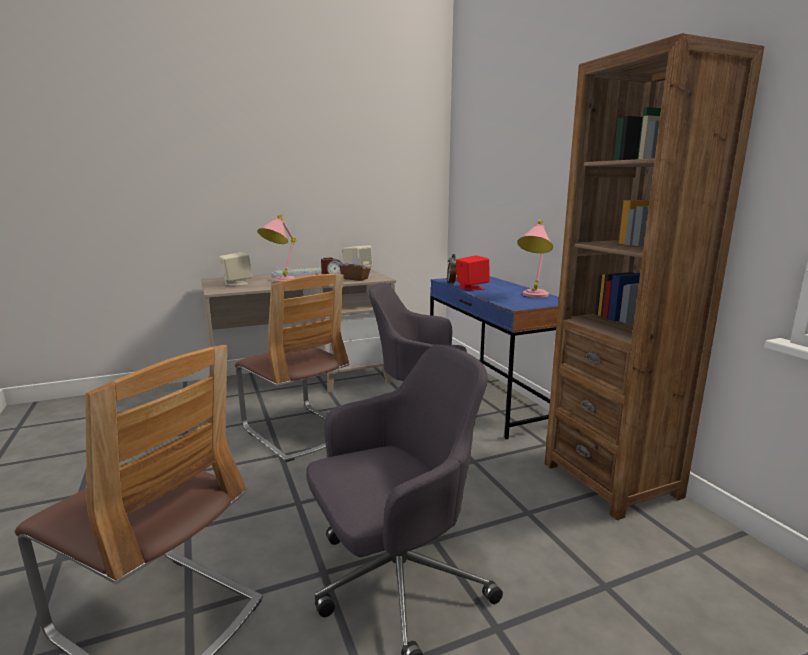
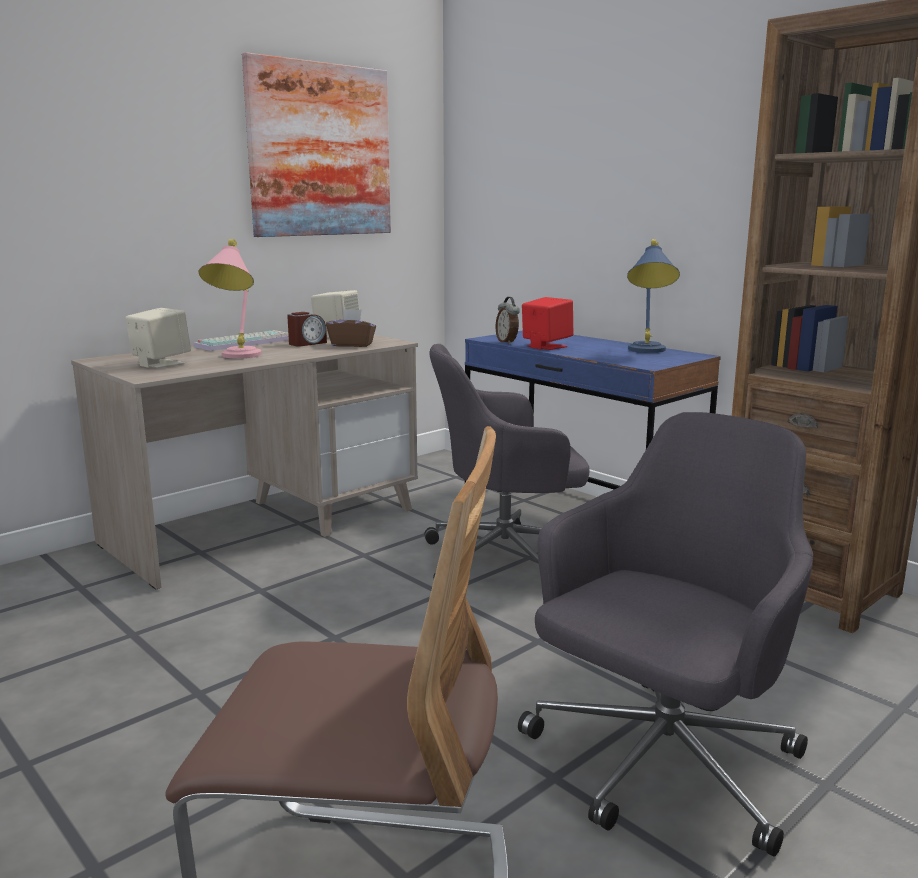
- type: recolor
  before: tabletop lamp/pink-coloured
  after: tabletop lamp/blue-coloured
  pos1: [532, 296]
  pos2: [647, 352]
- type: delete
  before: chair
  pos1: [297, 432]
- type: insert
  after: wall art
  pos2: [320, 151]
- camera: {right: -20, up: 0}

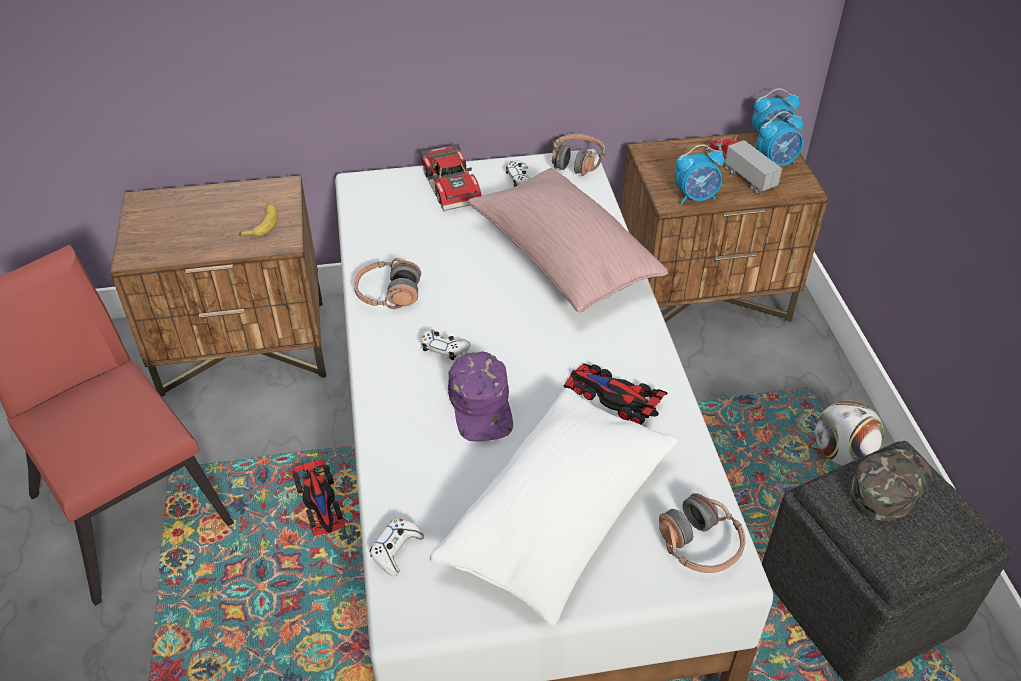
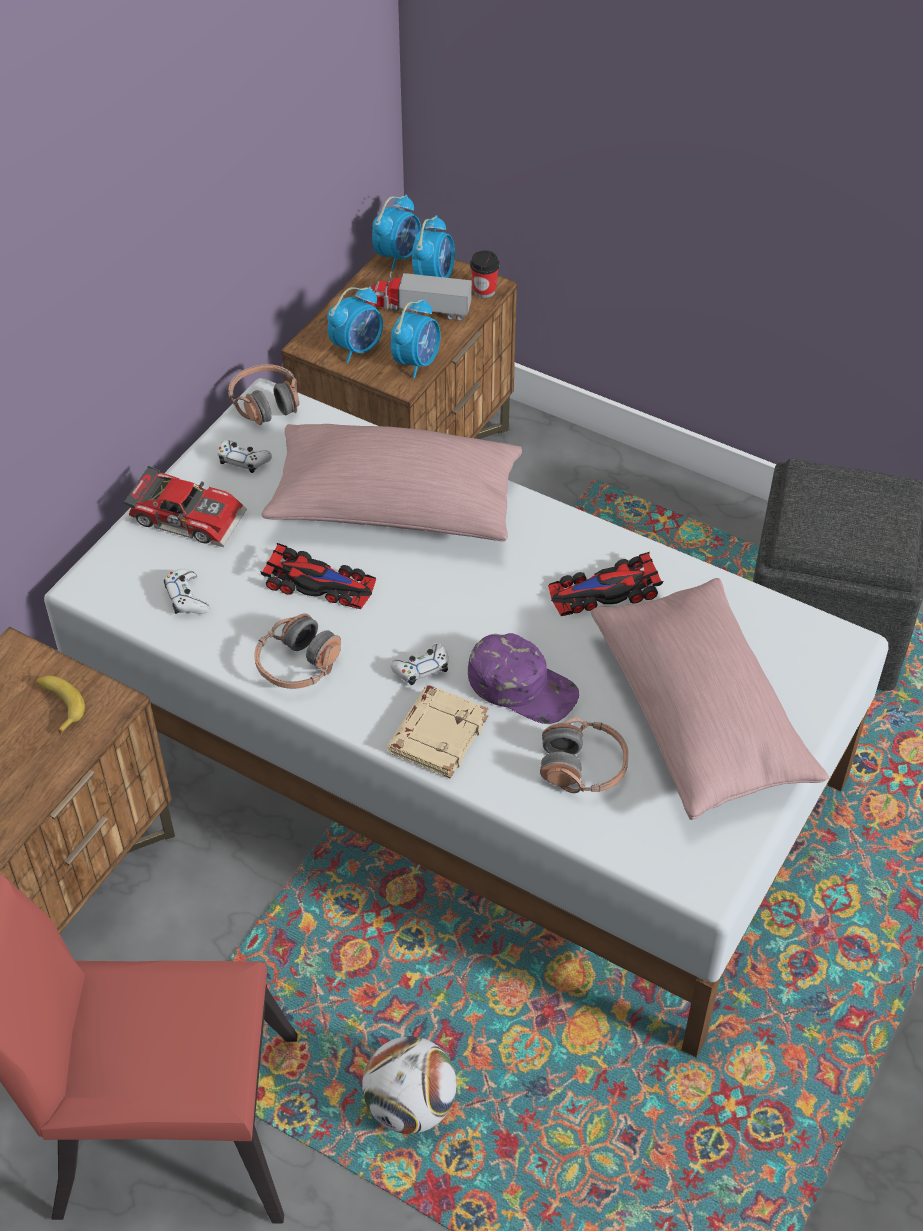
- type: recolor
  before: throw pillow/whitish
  after: throw pillow/pink-coloured
  pos1: [558, 518]
  pos2: [700, 716]
- type: move
  before: ball for football
  pos1: [841, 454]
  pos2: [411, 1105]
- type: delete
  before: peaked cap/greenish
  pos1: [888, 485]
- type: move
  before: toy car
  pos1: [320, 501]
  pos2: [320, 583]
- type: move
  before: pair of headphones
  pos1: [700, 545]
  pos2: [583, 767]
- type: move
  before: joypad/whitish
  pos1: [396, 550]
  pos2: [186, 598]
- type: insert
  after: drinking cup
  pos2: [484, 291]
- type: insert
  after: table clock
  pos2: [357, 348]
- type: insert
  after: book/beige
  pos2: [437, 734]
- camera: {right: -50, up: 5}

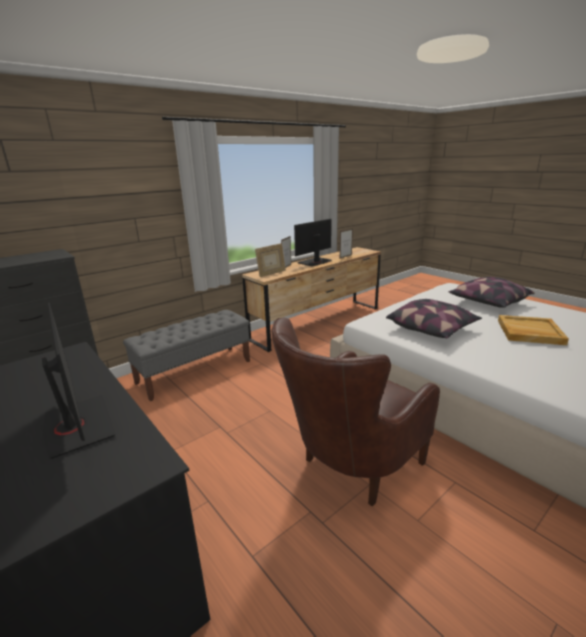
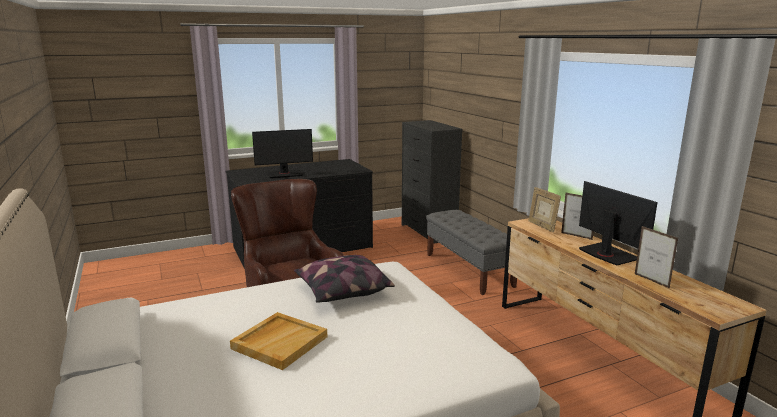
- type: delete
  before: throw pillow
  pos1: [488, 303]
- camera: {right: 105, up: -5}

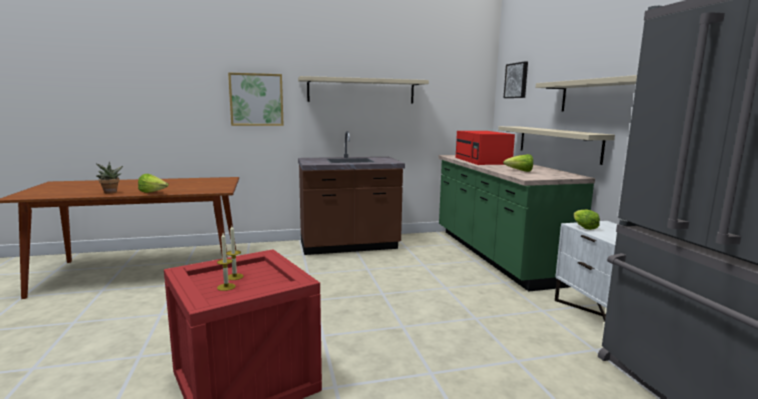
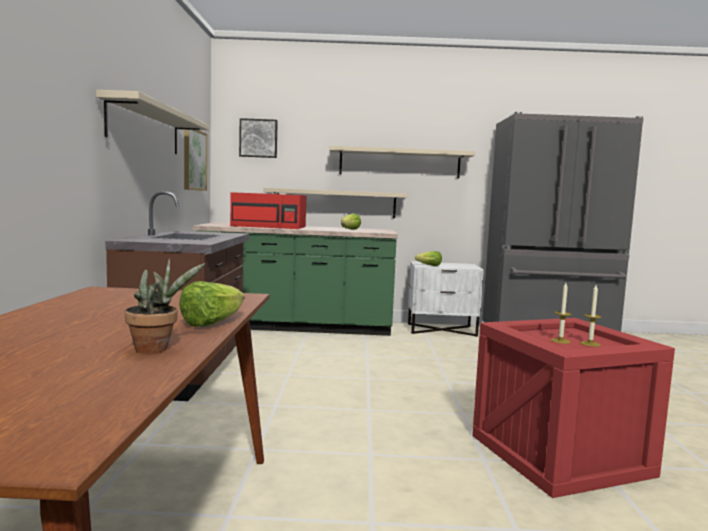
- type: move
  before: wall art
  pos1: [256, 99]
  pos2: [194, 160]
- camera: {right: -75, up: -5}

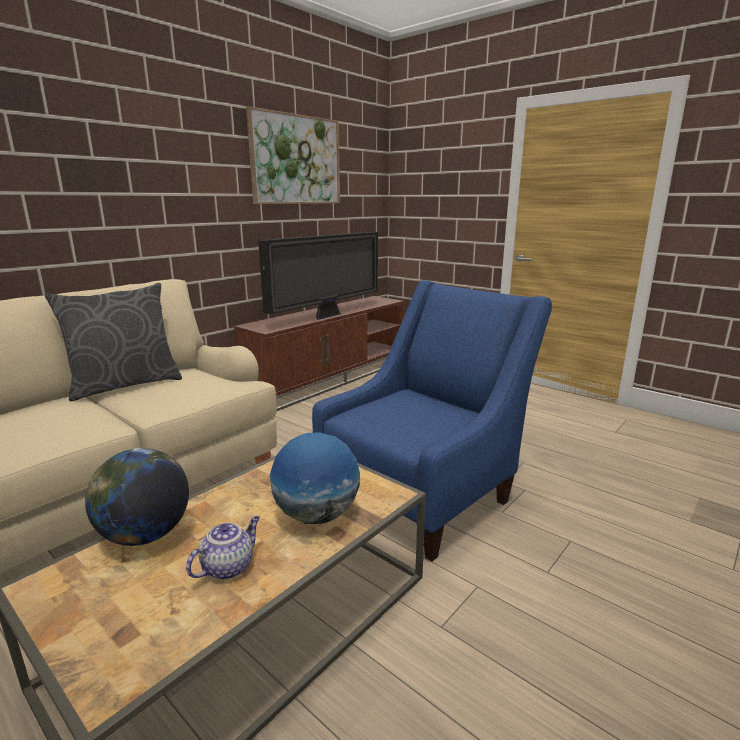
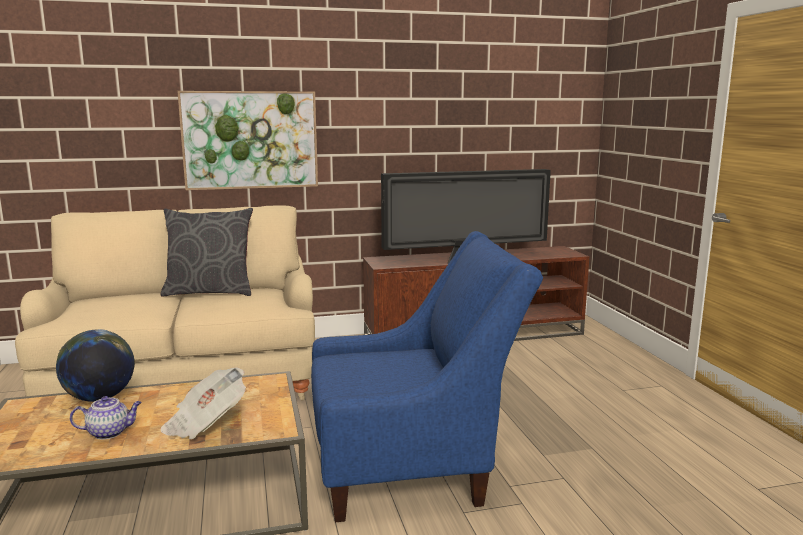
- type: move
  before: wall art
  pos1: [296, 160]
  pos2: [250, 140]
- type: replace
  before: world globe
  after: printed paper
  pos1: [317, 515]
  pos2: [205, 423]
- camera: {right: 35, up: -5}

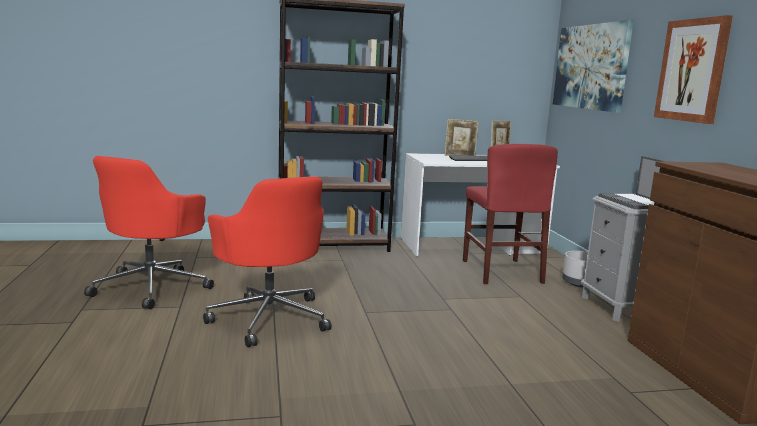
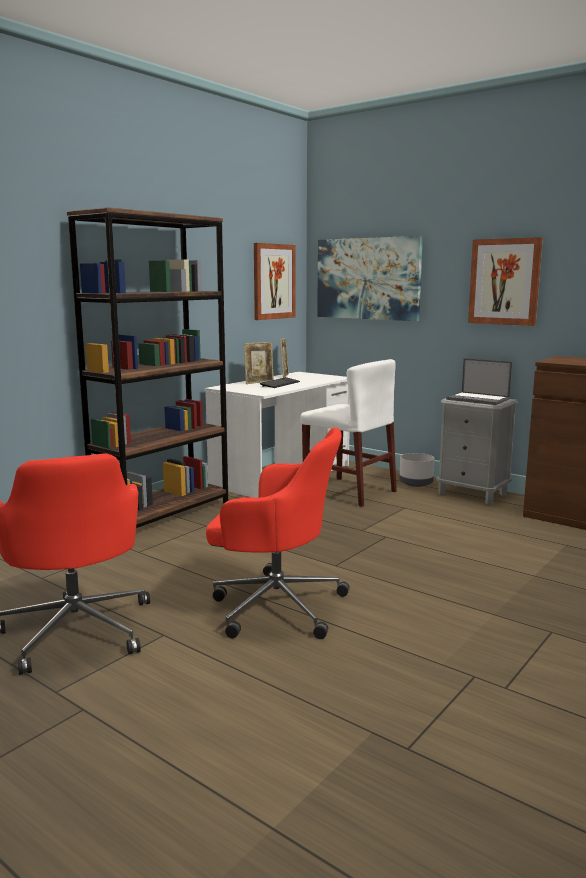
- type: recolor
  before: chair/red
  after: chair/whitish
  pos1: [501, 271]
  pos2: [349, 491]
- type: insert
  after: wall art
  pos2: [273, 281]
- camera: {right: -40, up: 0}

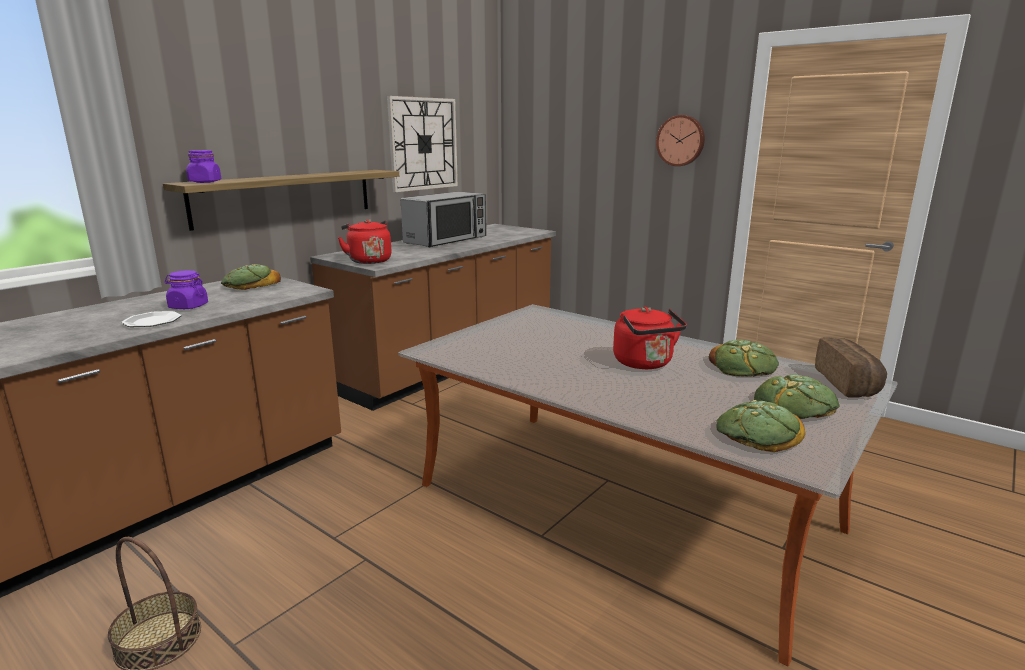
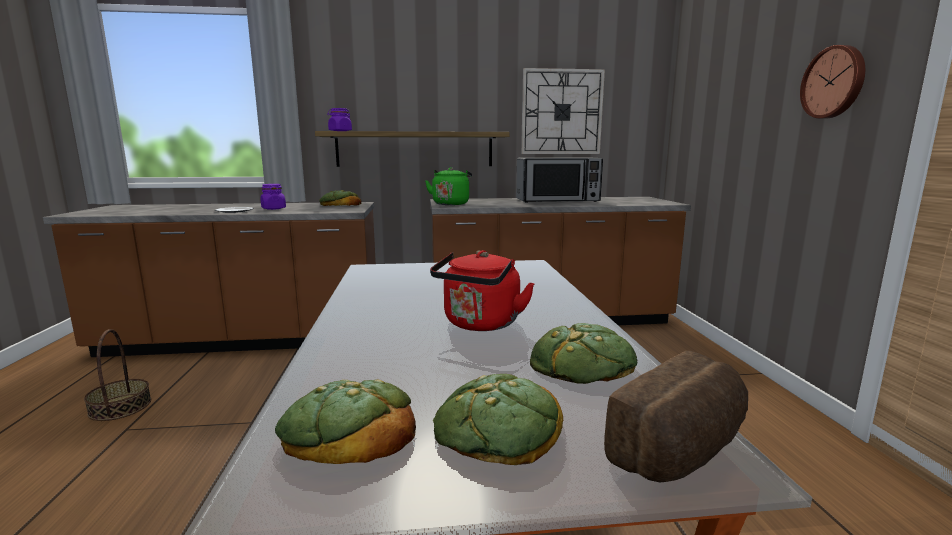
- type: recolor
  before: water kettle/red
  after: water kettle/greenish
  pos1: [368, 260]
  pos2: [451, 203]
- camera: {right: 45, up: -5}

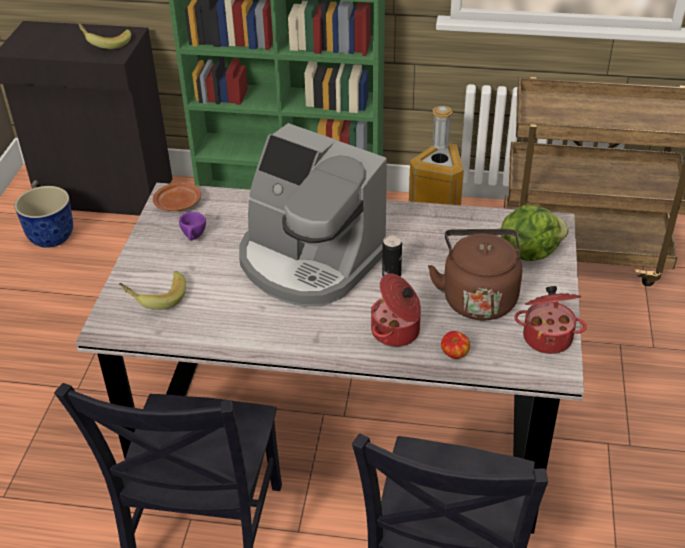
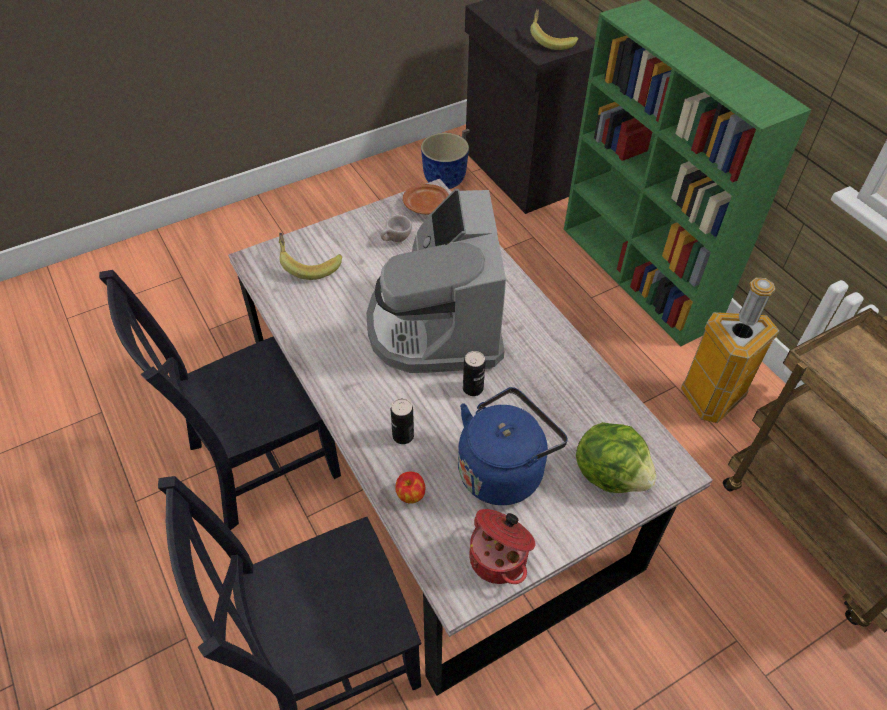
- type: recolor
  before: drinking cup/purplish
  after: drinking cup/beige
  pos1: [194, 238]
  pos2: [396, 240]
- type: recolor
  before: water kettle/brown
  after: water kettle/blue-coloured
  pos1: [478, 297]
  pos2: [503, 469]
- type: replace
  before: stockpot
  after: can
  pos1: [396, 332]
  pos2: [403, 436]
- camera: {right: 50, up: 10}

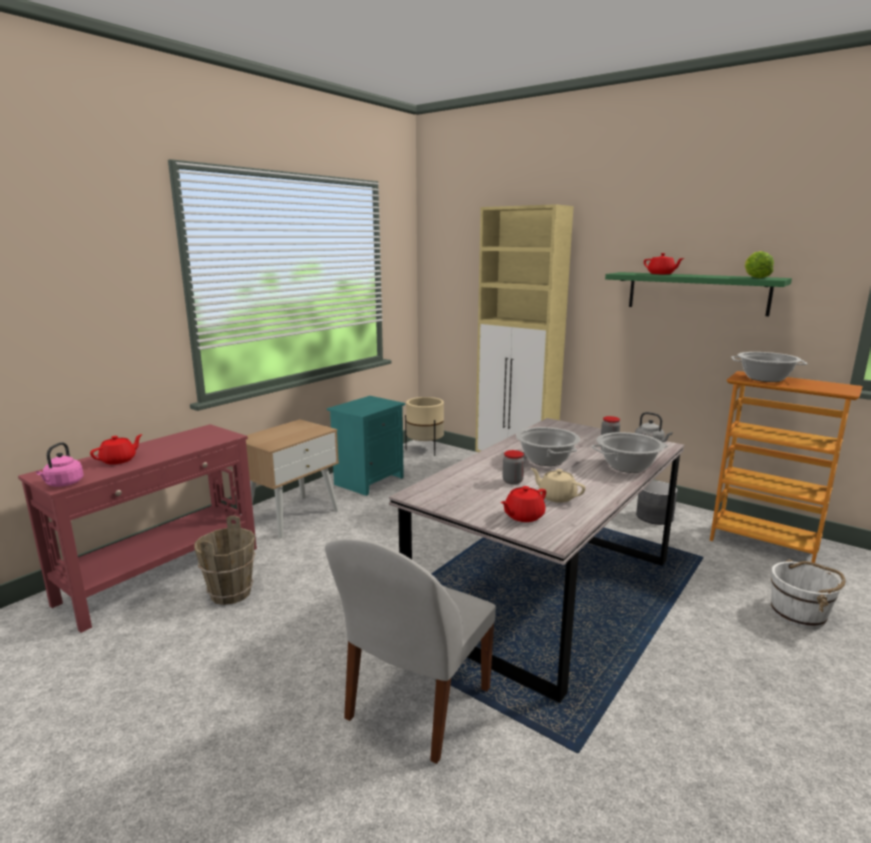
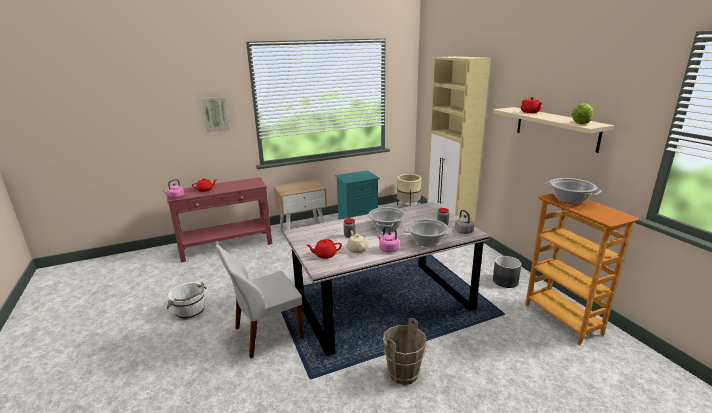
- type: recolor
  before: bracket shelf/greenish
  after: bracket shelf/beige
  pos1: [696, 293]
  pos2: [556, 128]
- type: move
  before: water bucket/brown
  pos1: [231, 593]
  pos2: [404, 374]
- type: move
  before: water bucket/whitish
  pos1: [799, 614]
  pos2: [190, 311]
- type: insert
  after: wall art
  pos2: [215, 114]
- type: insert
  after: water kettle/pink-coloured
  pos2: [388, 249]
- camera: {right: 30, up: 5}

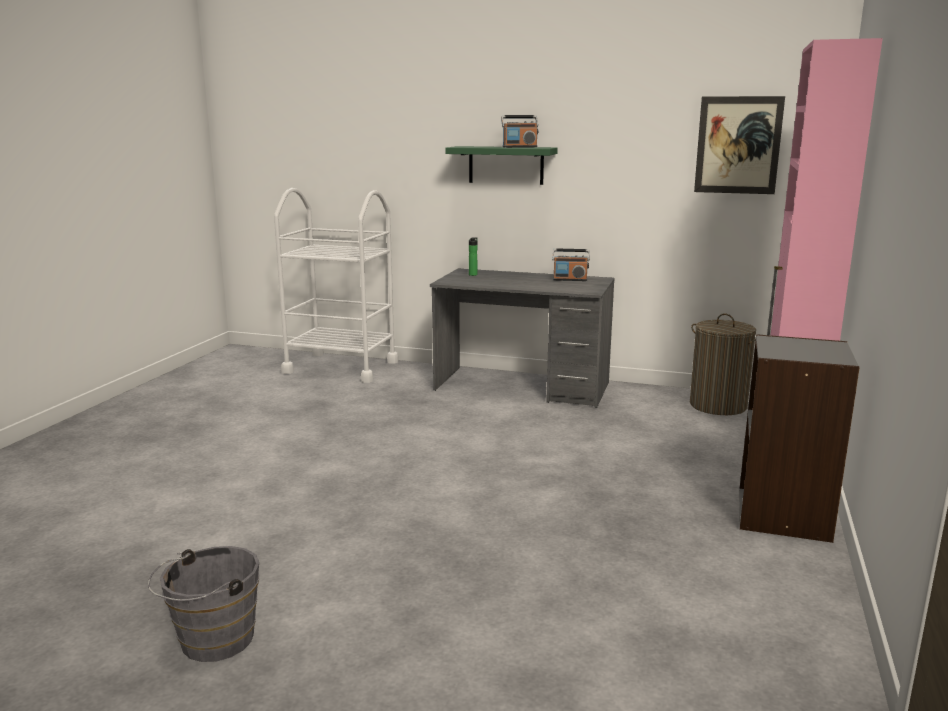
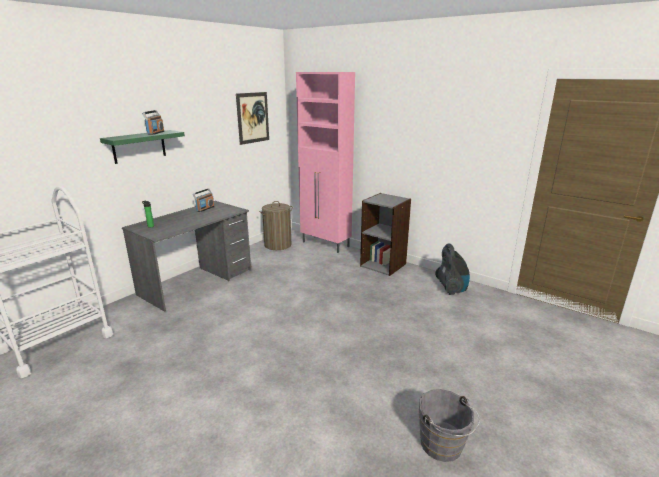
- type: insert
  after: vacuum cleaner
  pos2: [451, 288]
- camera: {right: -70, up: 5}

